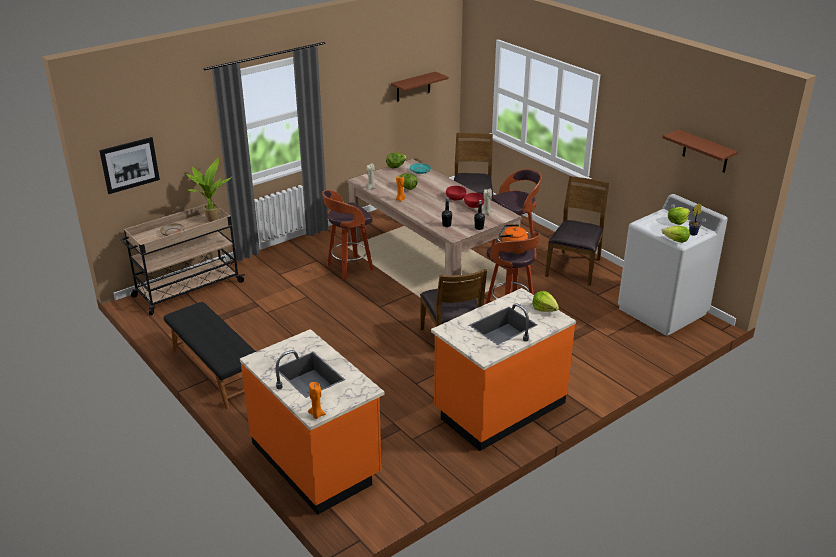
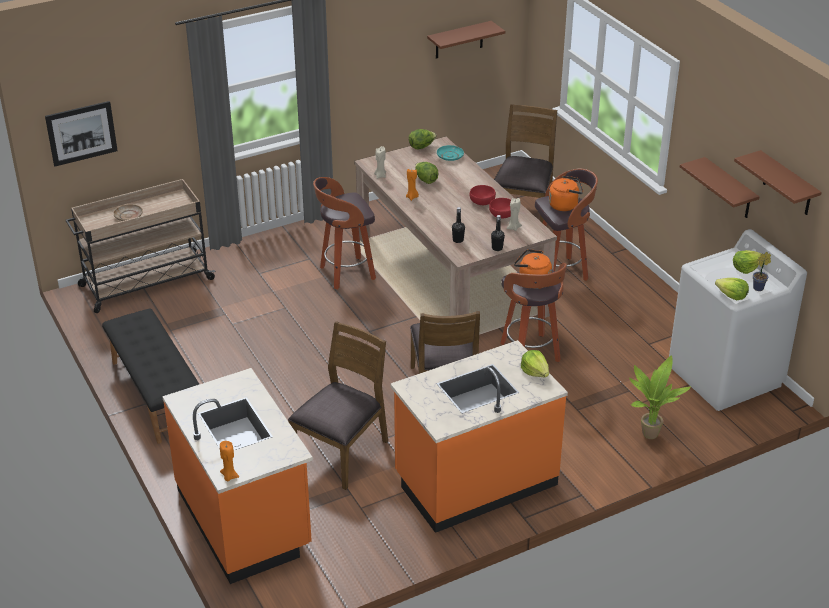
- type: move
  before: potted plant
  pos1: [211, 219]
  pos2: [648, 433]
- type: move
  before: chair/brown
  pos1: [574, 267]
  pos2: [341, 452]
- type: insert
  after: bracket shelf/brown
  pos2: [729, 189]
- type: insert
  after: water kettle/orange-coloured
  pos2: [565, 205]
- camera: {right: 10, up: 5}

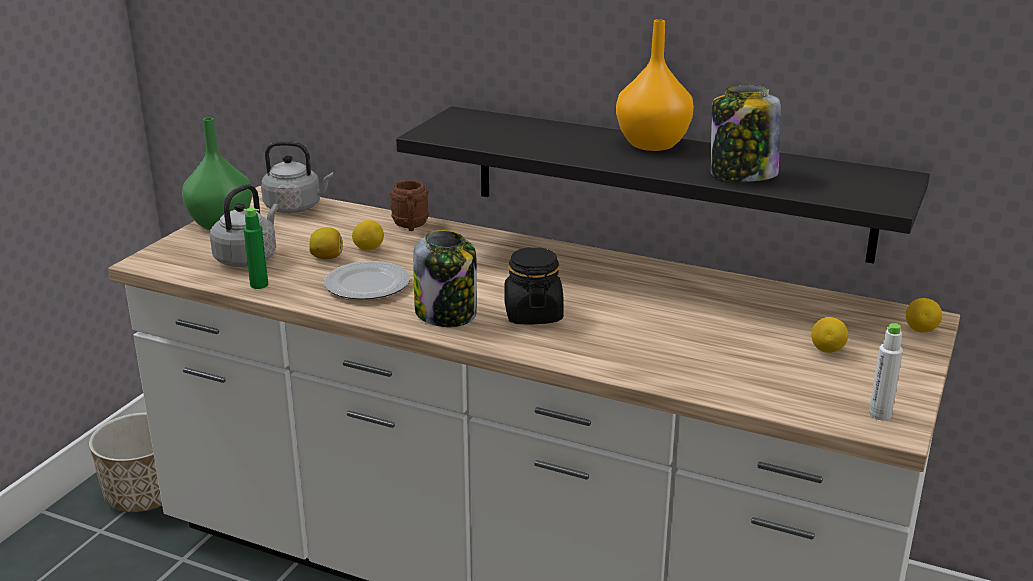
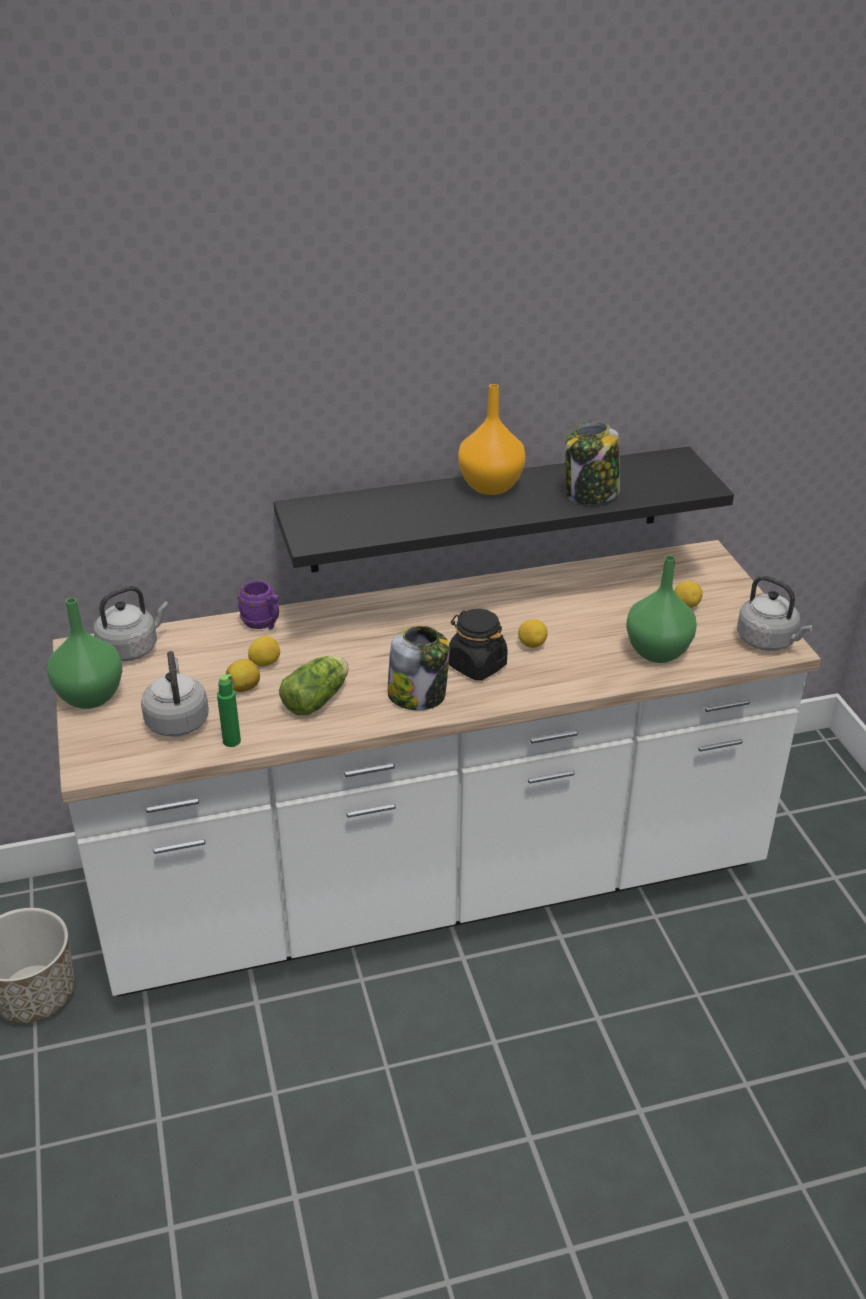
- type: recolor
  before: coffee mug/brown
  after: coffee mug/purplish
  pos1: [410, 226]
  pos2: [263, 624]
- type: replace
  before: flat dish
  after: lettuce
  pos1: [366, 285]
  pos2: [318, 698]
- type: move
  before: lemon
  pos1: [921, 330]
  pos2: [531, 645]
- type: replace
  before: beverage bottle/whitish
  after: water kettle/gray
  pos1: [880, 414]
  pos2: [768, 641]
- type: insert
  after: flower vase/greenish
  pos2: [657, 651]
- camera: {right: -40, up: 10}

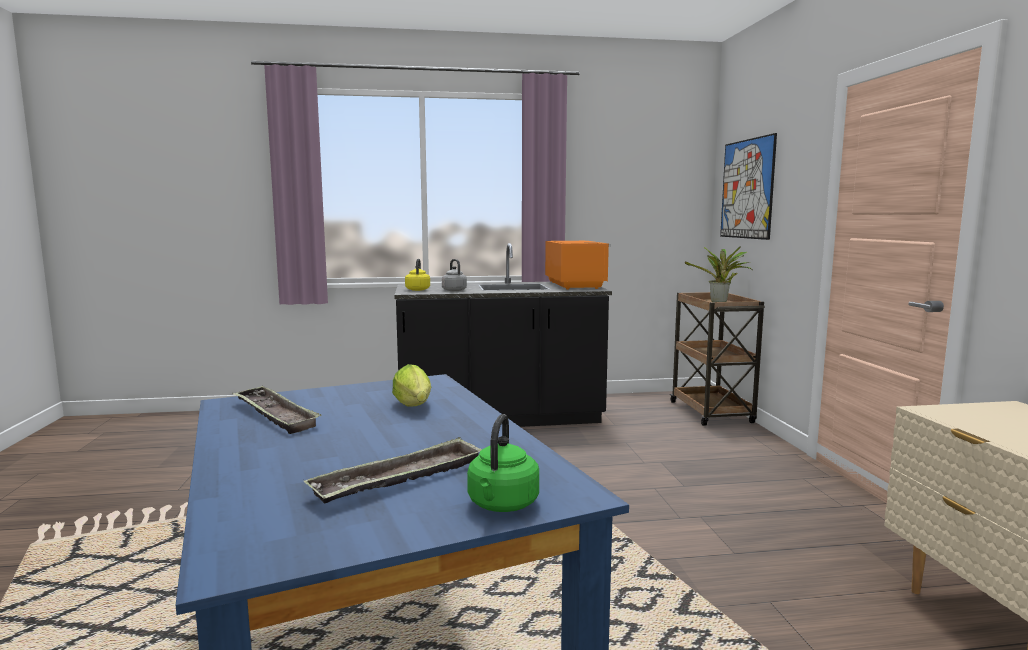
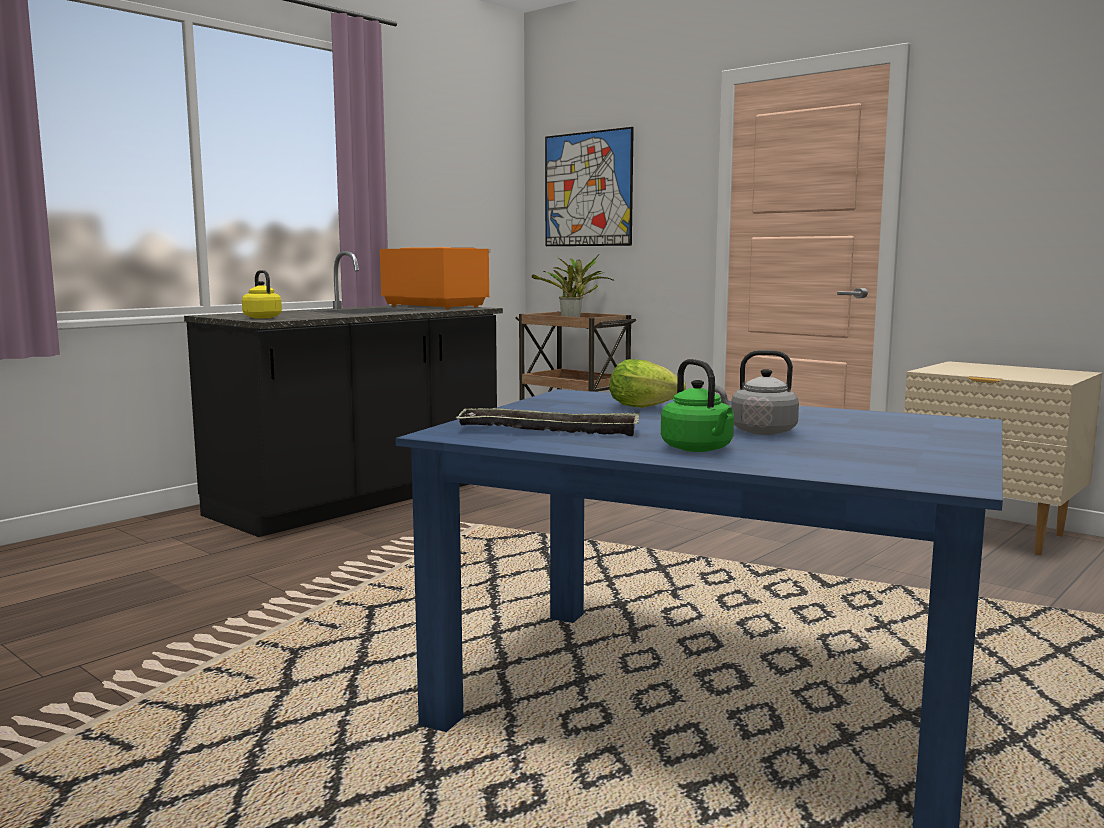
- type: move
  before: water kettle/gray
  pos1: [453, 290]
  pos2: [759, 431]
- type: move
  before: water kettle/greenish
  pos1: [502, 505]
  pos2: [699, 449]
- type: delete
  before: carrying tray
  pos1: [400, 479]
- camera: {right: -40, up: 0}

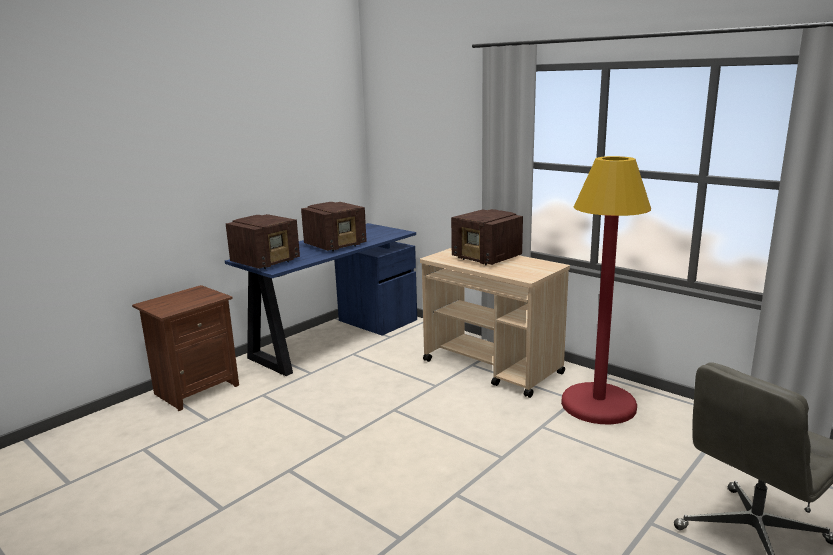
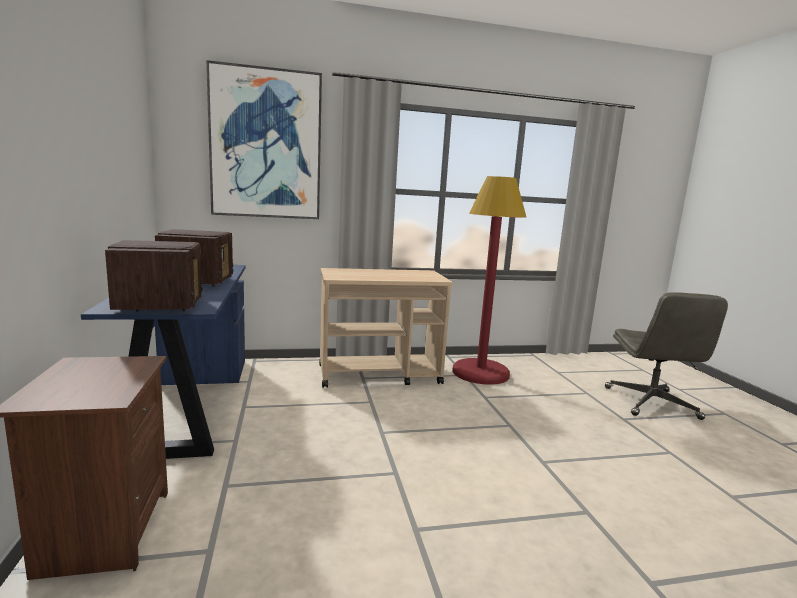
- type: delete
  before: radio set
  pos1: [487, 258]
- type: insert
  after: wall art
  pos2: [266, 145]
- camera: {right: -55, up: -5}

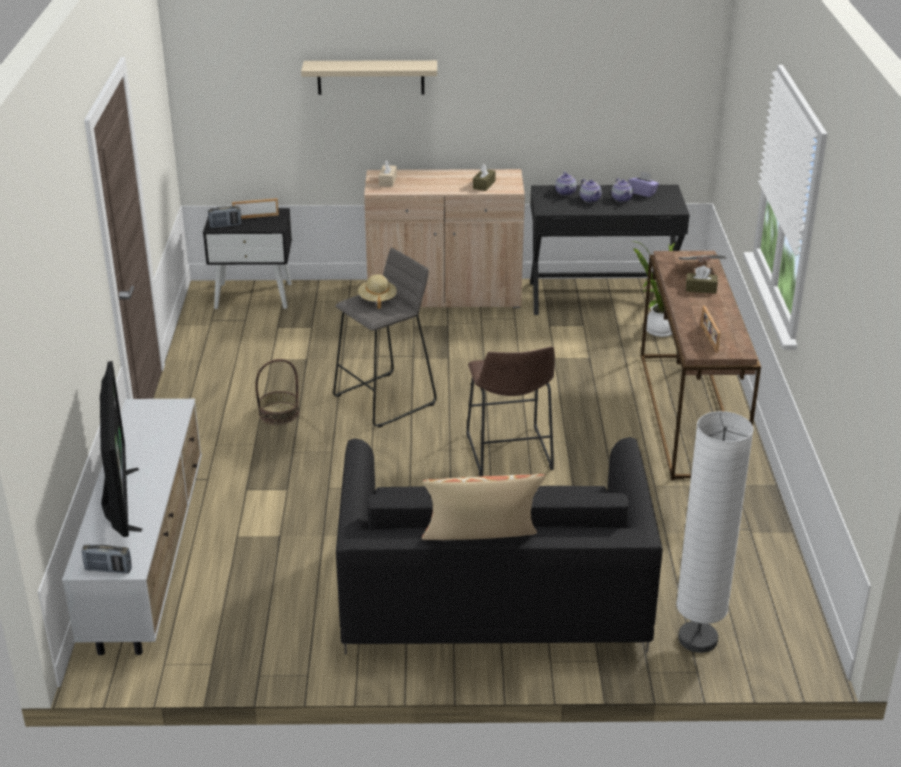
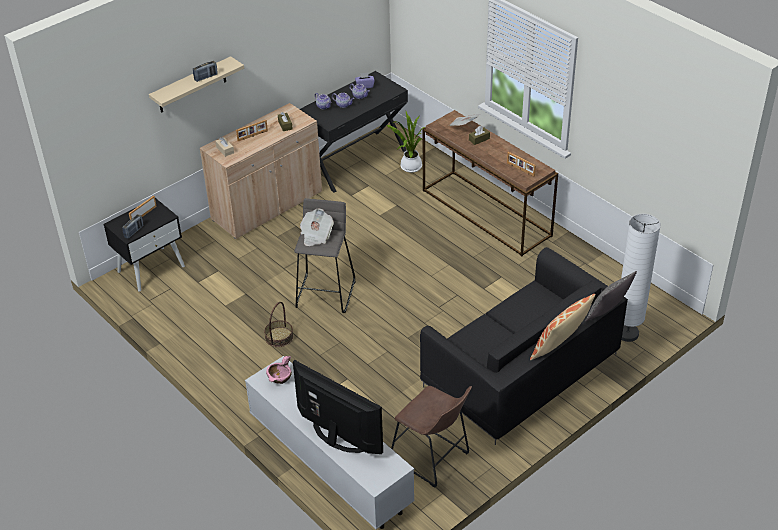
- type: replace
  before: wearable hat/beige
  after: printed paper
  pos1: [377, 299]
  pos2: [316, 235]
- type: move
  before: stool seat/brown
  pos1: [509, 455]
  pos2: [432, 459]
- type: move
  before: radio set
  pos1: [108, 569]
  pos2: [206, 77]
- type: insert
  after: standing frame
  pos2: [252, 136]
- type: insert
  after: throw pillow
  pos2: [607, 313]
- type: insert
  after: serving bowl/pink-coloured
  pos2: [280, 377]
- camera: {right: -40, up: 10}

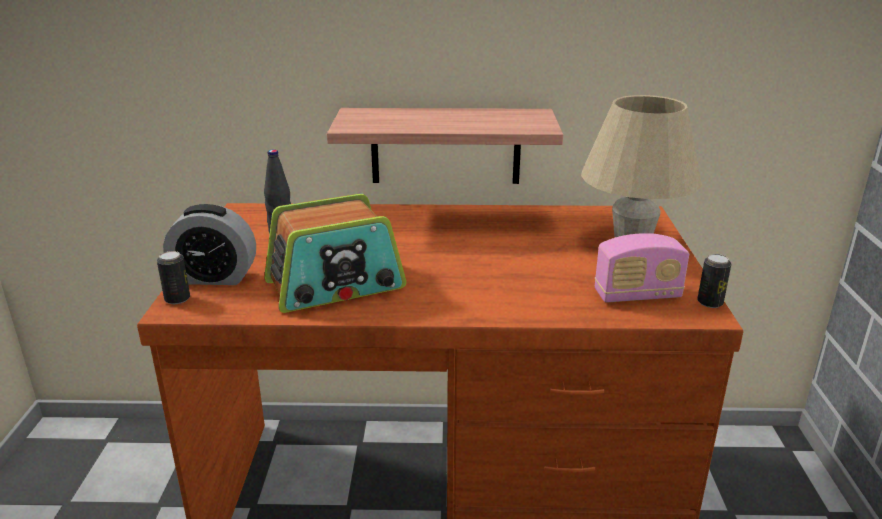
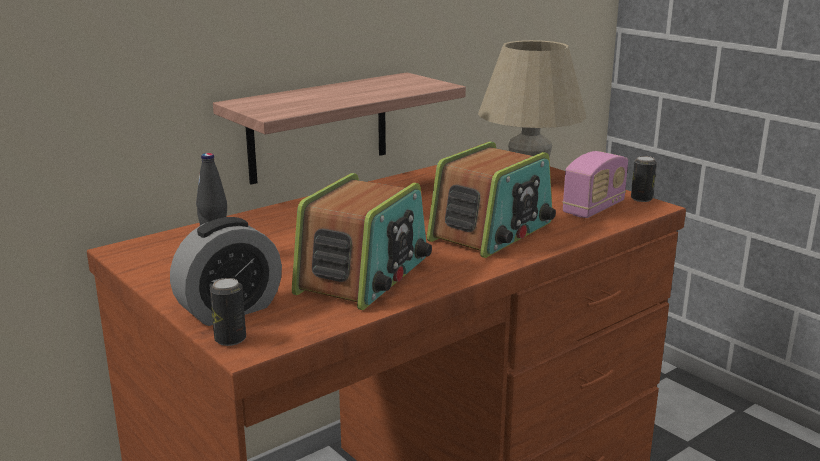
- type: insert
  after: radio set
  pos2: [492, 232]
- camera: {right: -40, up: -5}

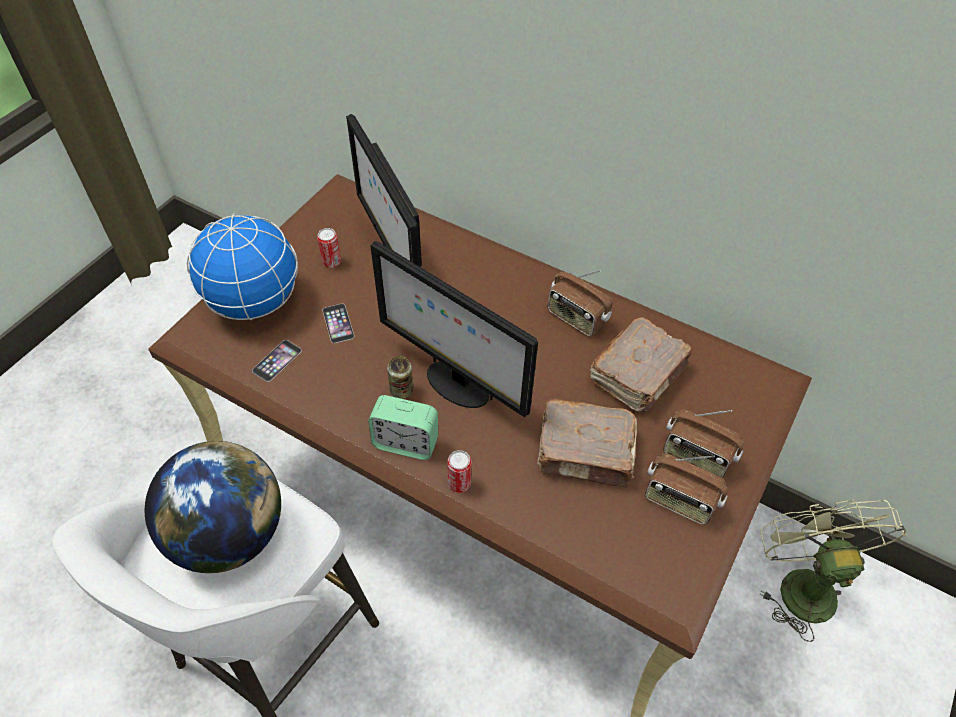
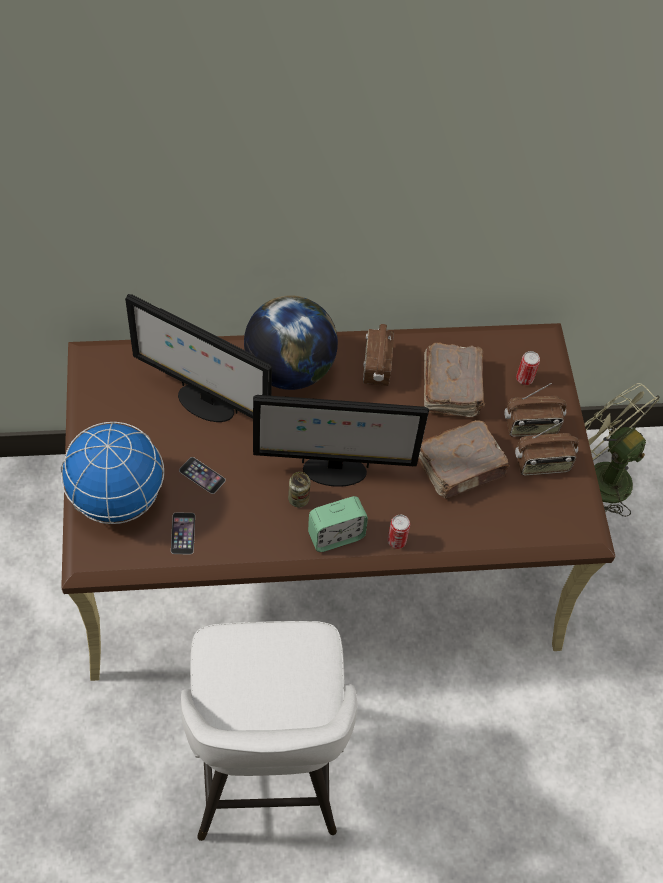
- type: move
  before: can
  pos1: [331, 262]
  pos2: [524, 379]
- type: rotate
  before: radio set
  pos1: [576, 318]
  pos2: [376, 367]
  turn: 90
- type: move
  before: world globe
  pos1: [230, 534]
  pos2: [289, 370]
- camera: {right: -40, up: 5}

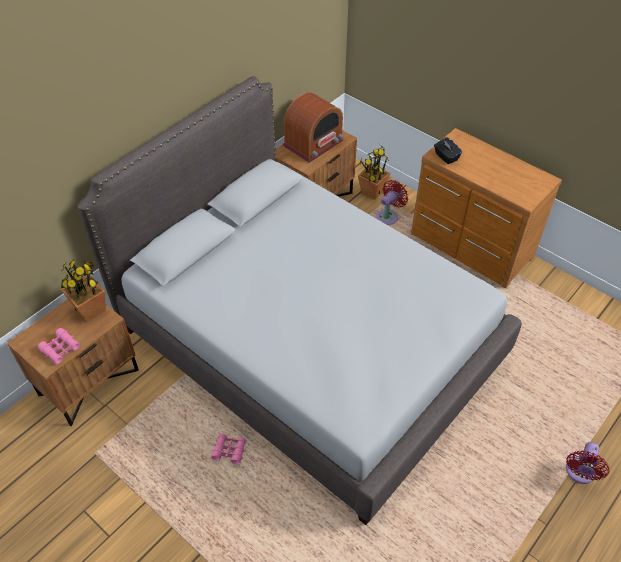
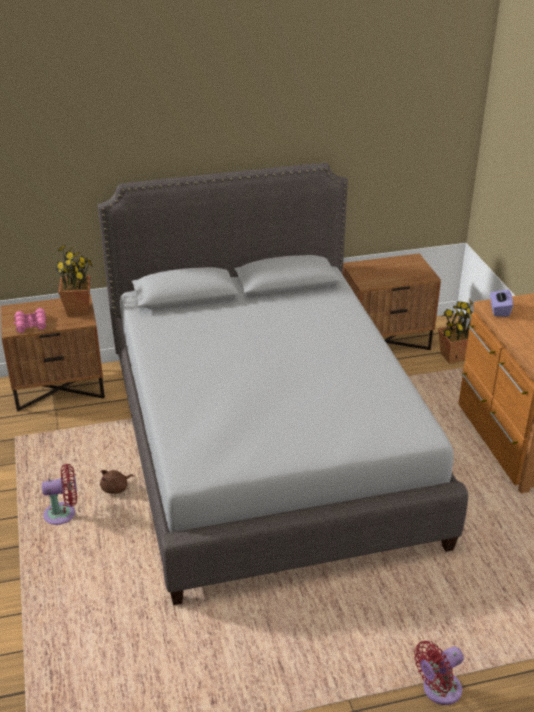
- type: delete
  before: radio set
  pos1: [313, 143]
- type: recolor
  before: tissue holder/black-coloured
  after: tissue holder/purplish
  pos1: [446, 157]
  pos2: [499, 310]
- type: move
  before: cooling fan/red
  pos1: [388, 216]
  pos2: [63, 514]
- type: replace
  before: binoculars/pink-coloured
  after: soft toy/brown
  pos1: [229, 451]
  pos2: [116, 488]
- camera: {right: 35, up: -15}

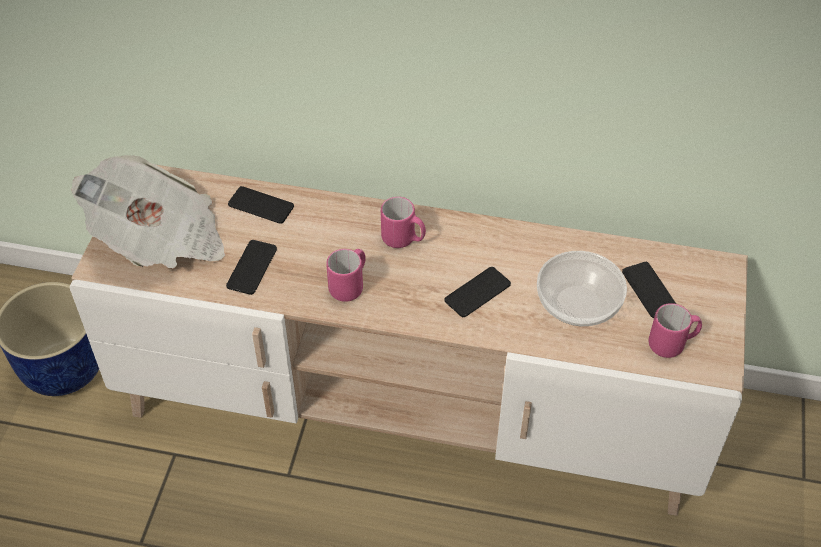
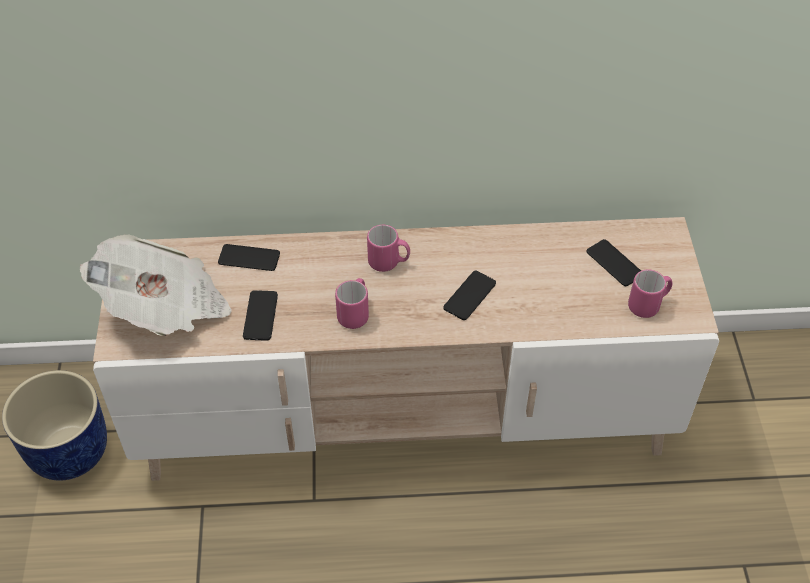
- type: delete
  before: serving bowl
  pos1: [577, 303]
- camera: {right: -15, up: 0}

